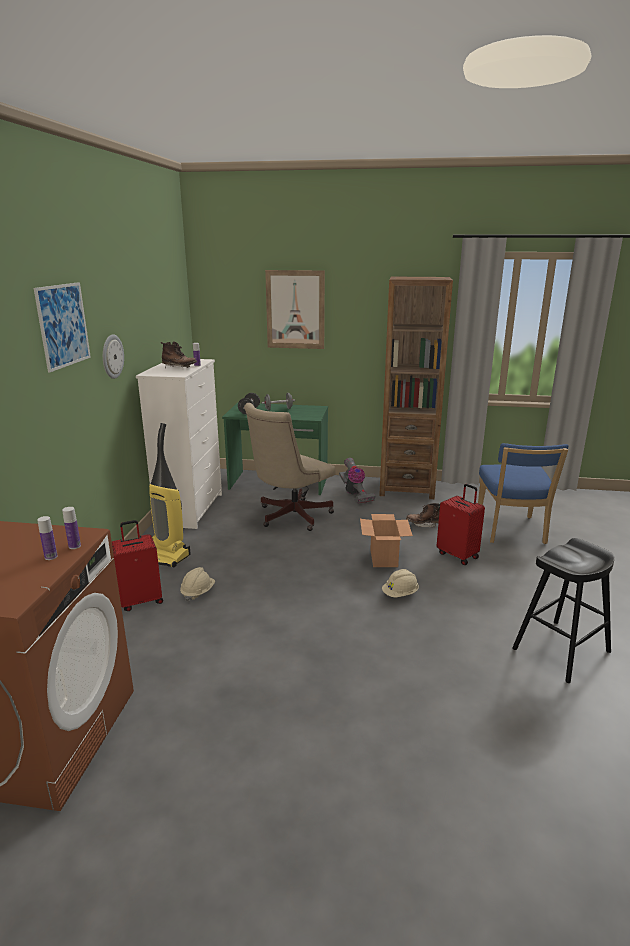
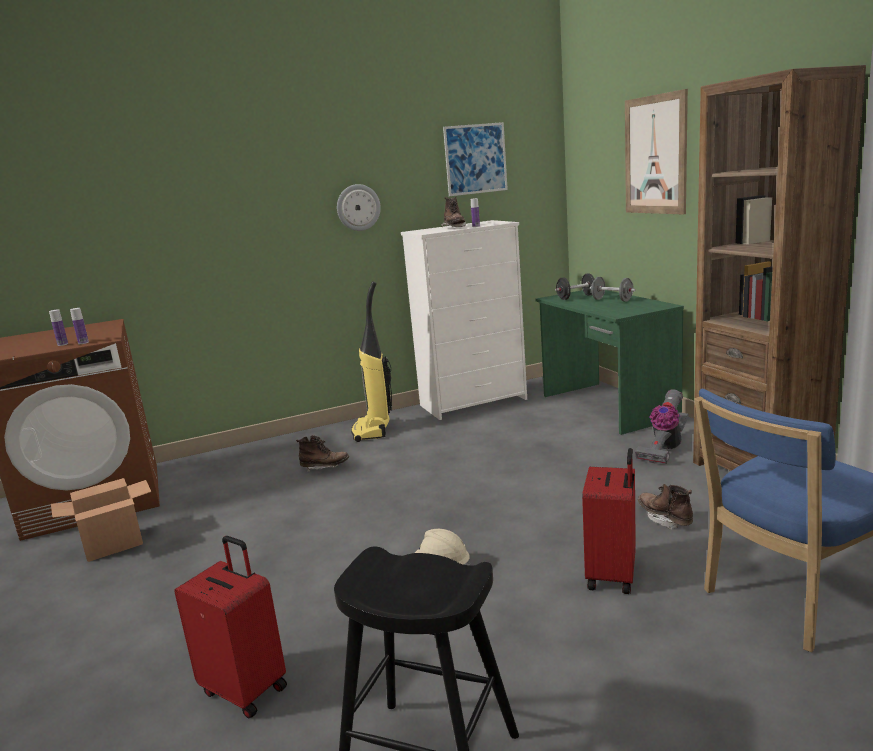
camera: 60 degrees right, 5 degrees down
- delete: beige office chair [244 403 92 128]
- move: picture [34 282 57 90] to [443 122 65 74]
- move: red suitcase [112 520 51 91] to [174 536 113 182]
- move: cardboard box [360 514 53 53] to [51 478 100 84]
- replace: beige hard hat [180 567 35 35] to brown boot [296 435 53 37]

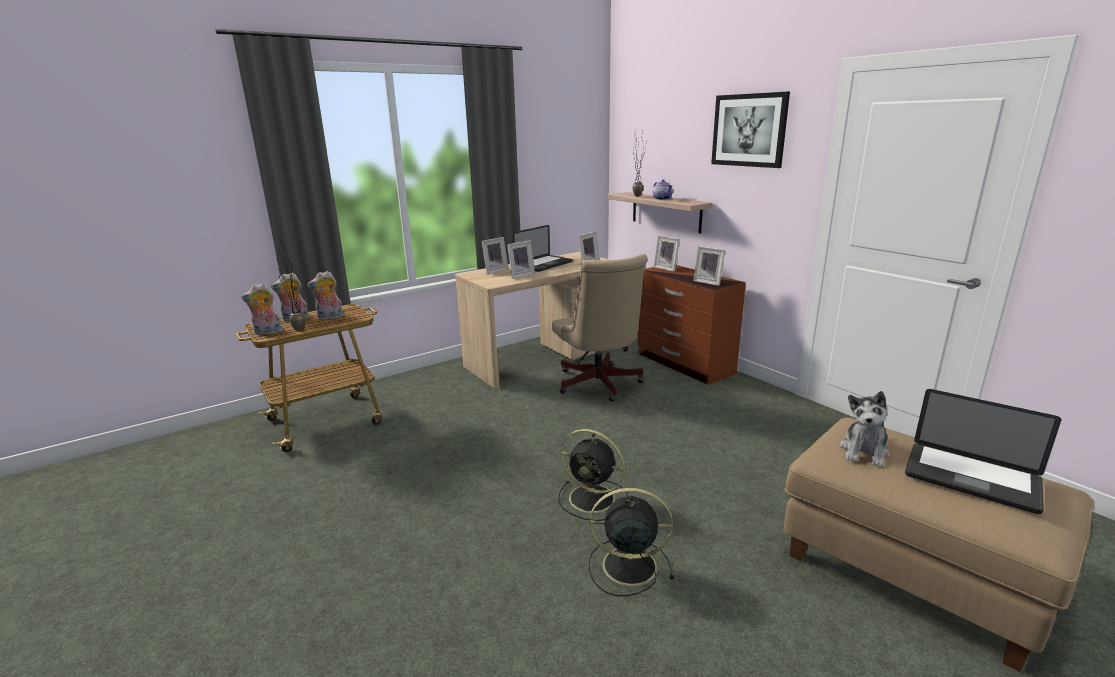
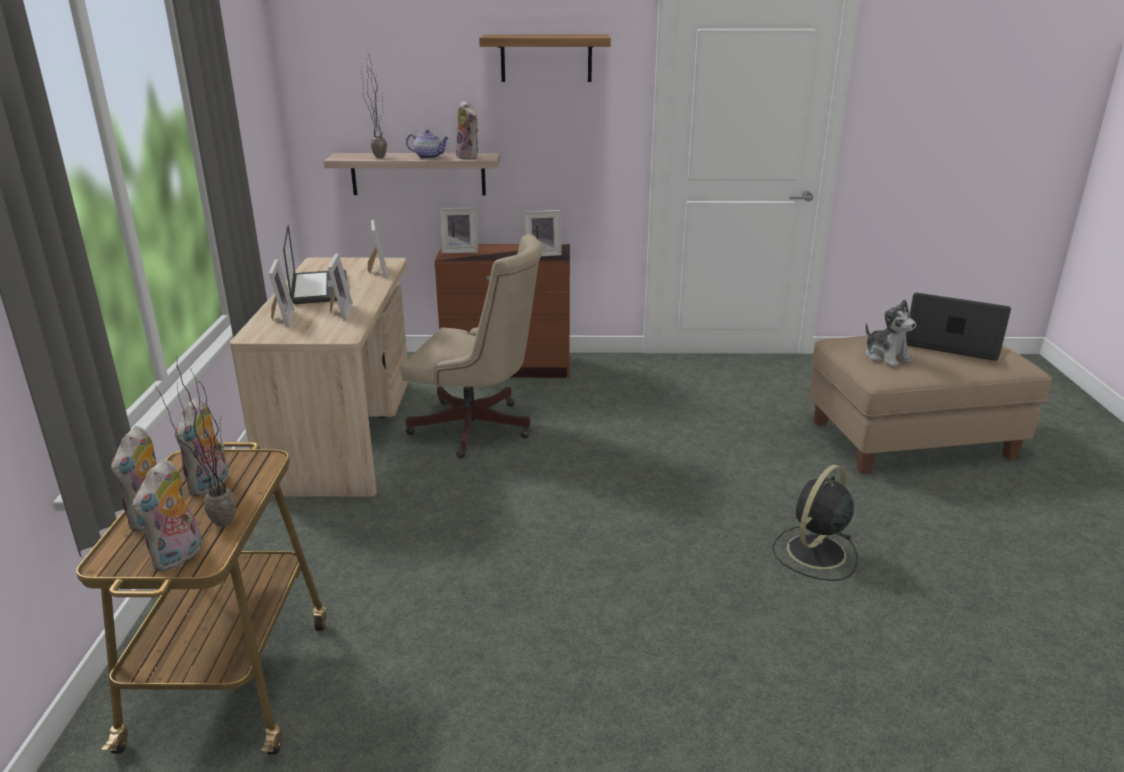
camera: 55 degrees left, 5 degrees up
- delete: black fan [558 429 70 92]
- insert: plush toy [455 100 24 60]
- replace: picture [711 92 79 76] to shelf [479 35 132 47]
- rotate: laptop [905 389 156 125] = [906 293 105 68] 135 degrees counterclockwise

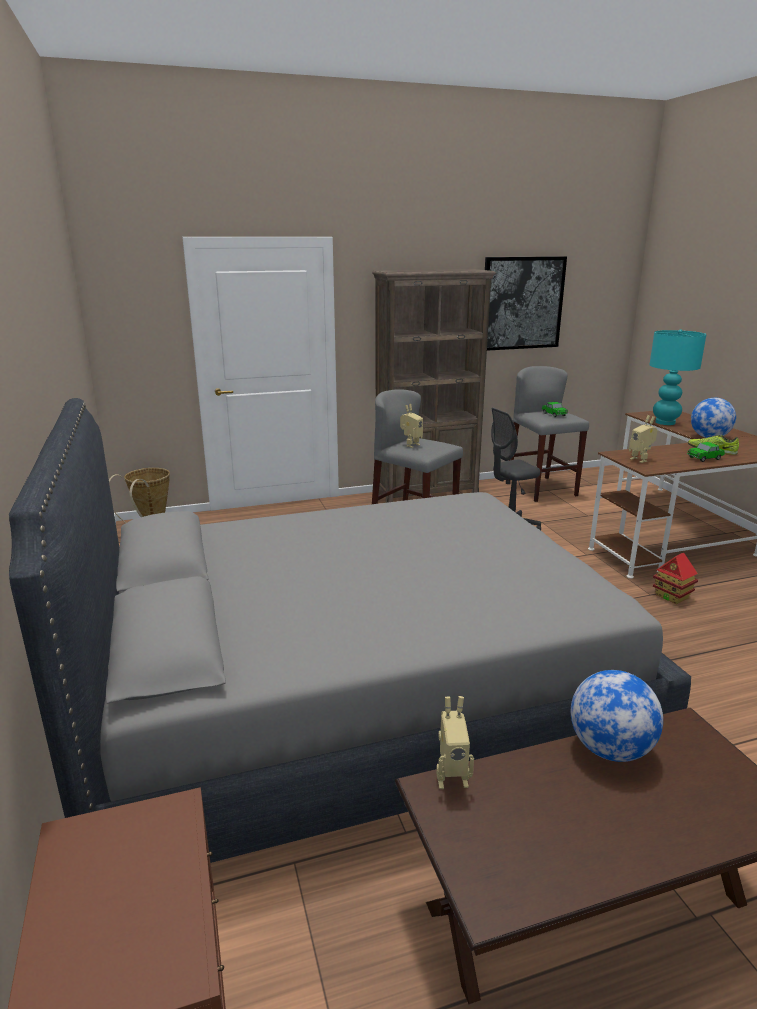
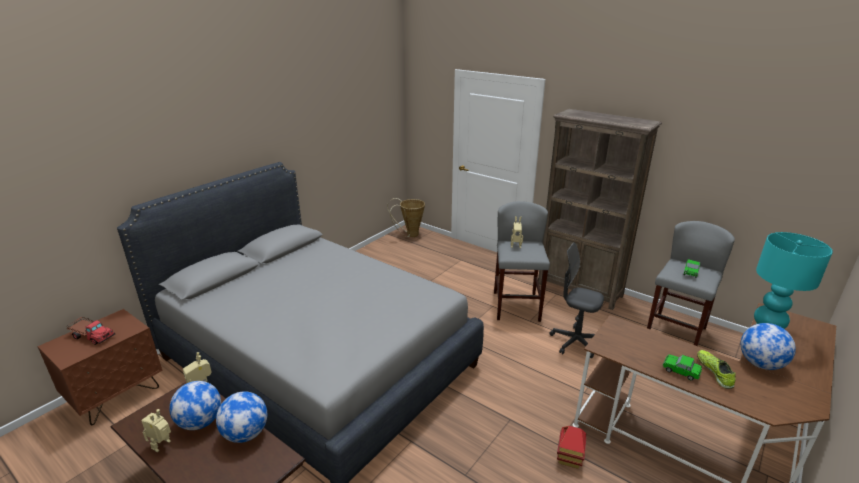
camera: 55 degrees right, 5 degrees up
- delete: picture [485 256 82 95]
- insert: toy truck [67 317 48 28]
- insert: globe [169 381 52 49]
- move: toy robot [629 415 28 48] to [142 409 29 43]

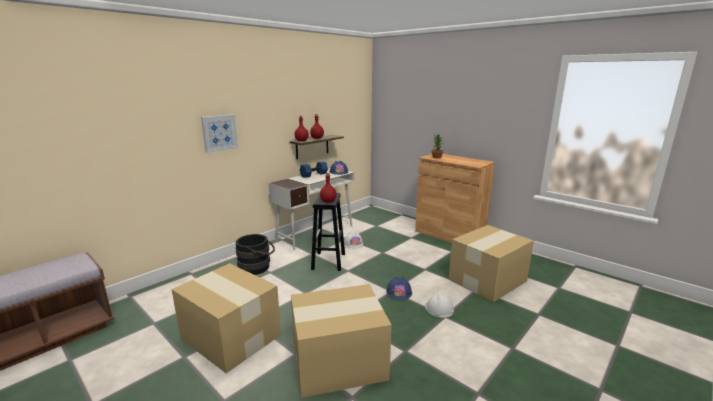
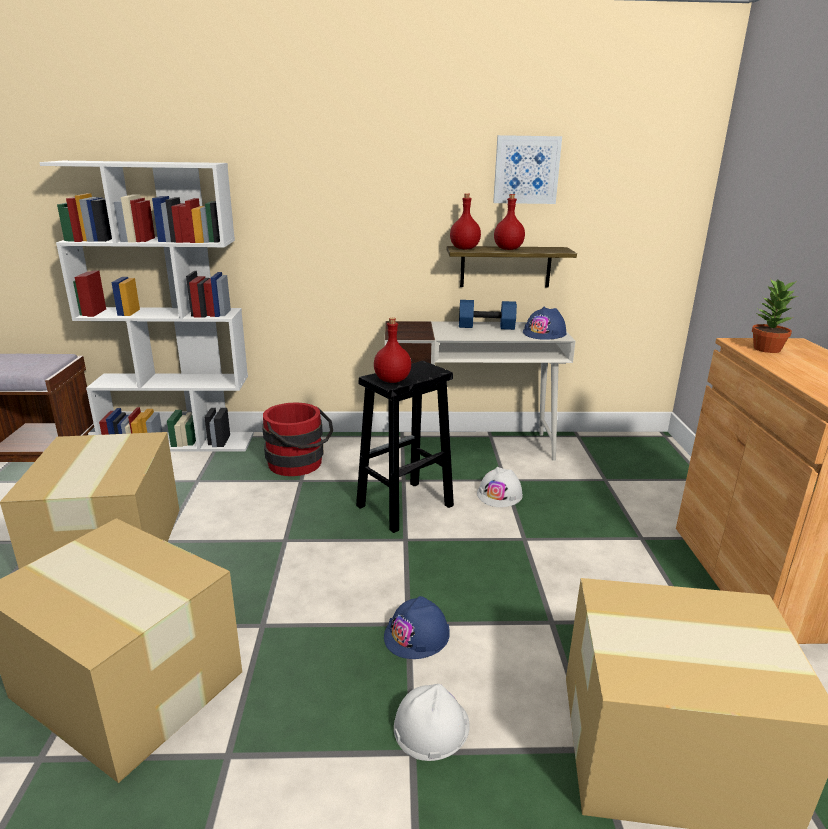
camera: 45 degrees right, 5 degrees up
- insert: white bookcase [39 161 215 291]
- move: picture [201 114 37 39] to [493 135 69 69]
- recolor: black bucket [235 234 40 41] to red bucket [262 402 71 74]

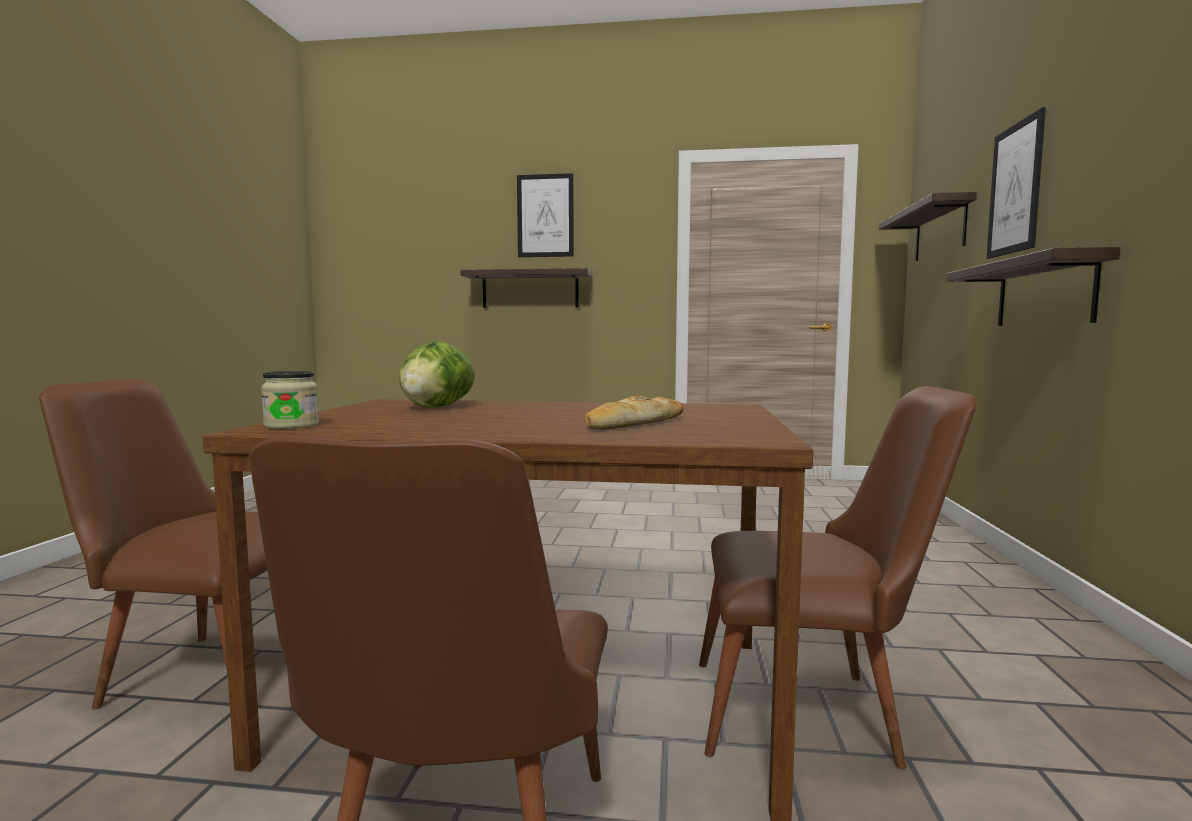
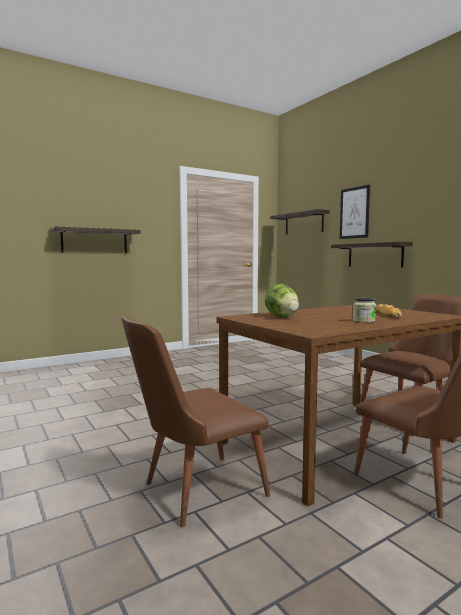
camera: 40 degrees left, 0 degrees up
- delete: picture [517 173 57 84]
- move: jar [261 371 58 58] to [353 297 23 26]

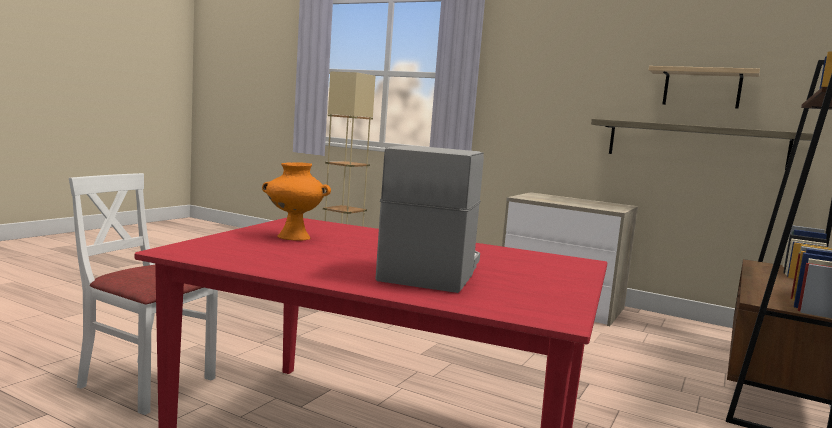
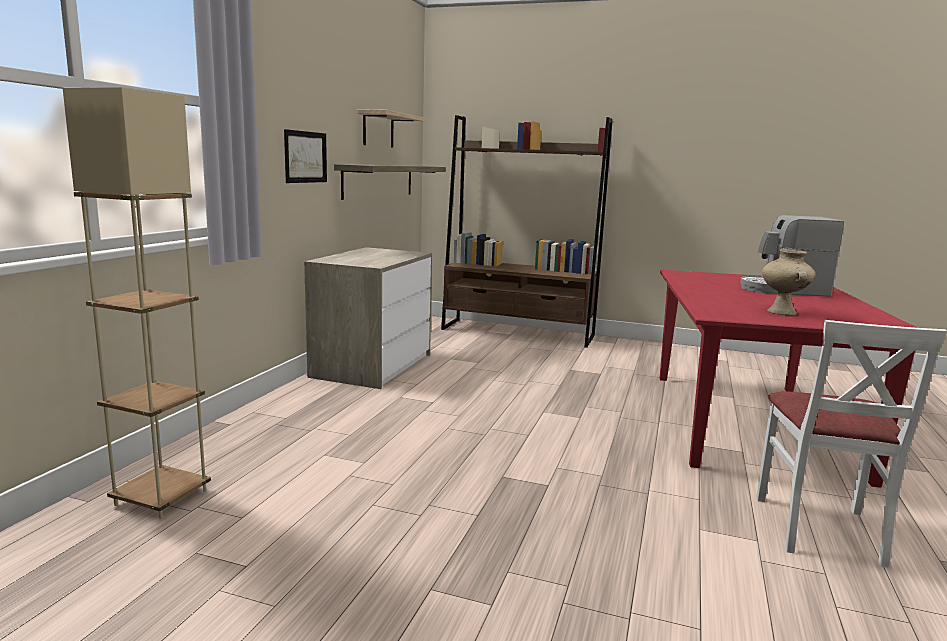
camera: 100 degrees left, 5 degrees up
- insert: picture [284 129 43 54]
- recolor: orange vase [262 163 69 77] to beige vase [762 249 53 66]

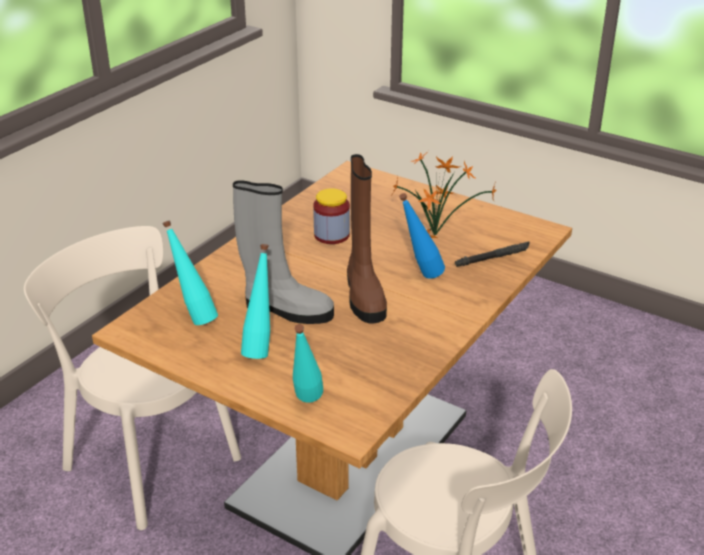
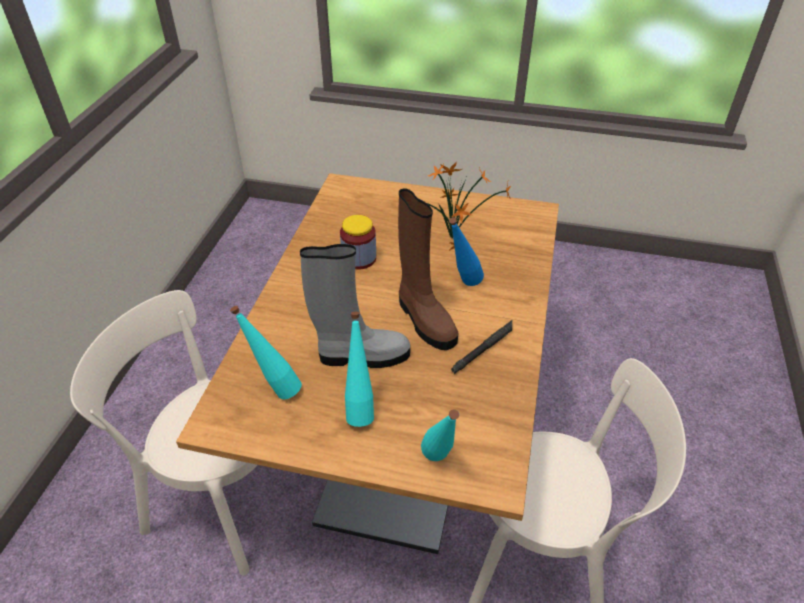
camera: 20 degrees left, 10 degrees up
- move: black flashlight [455 241 75 26] to [451 320 62 54]

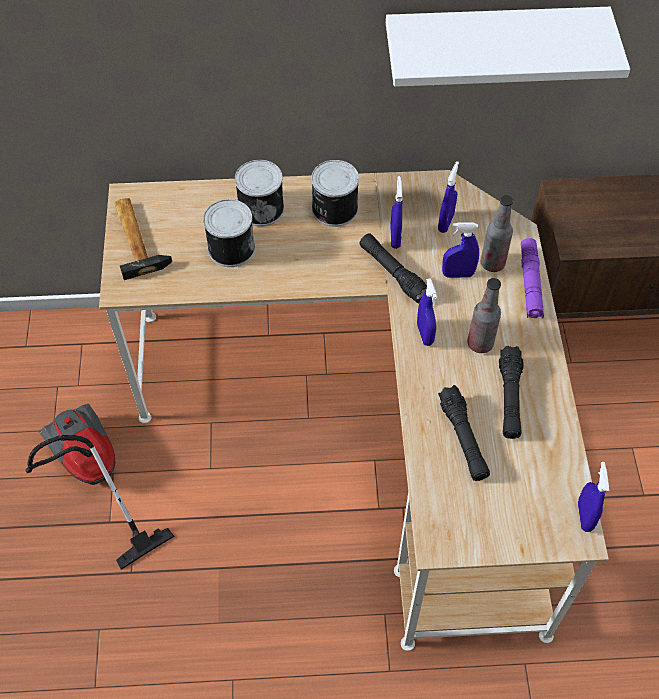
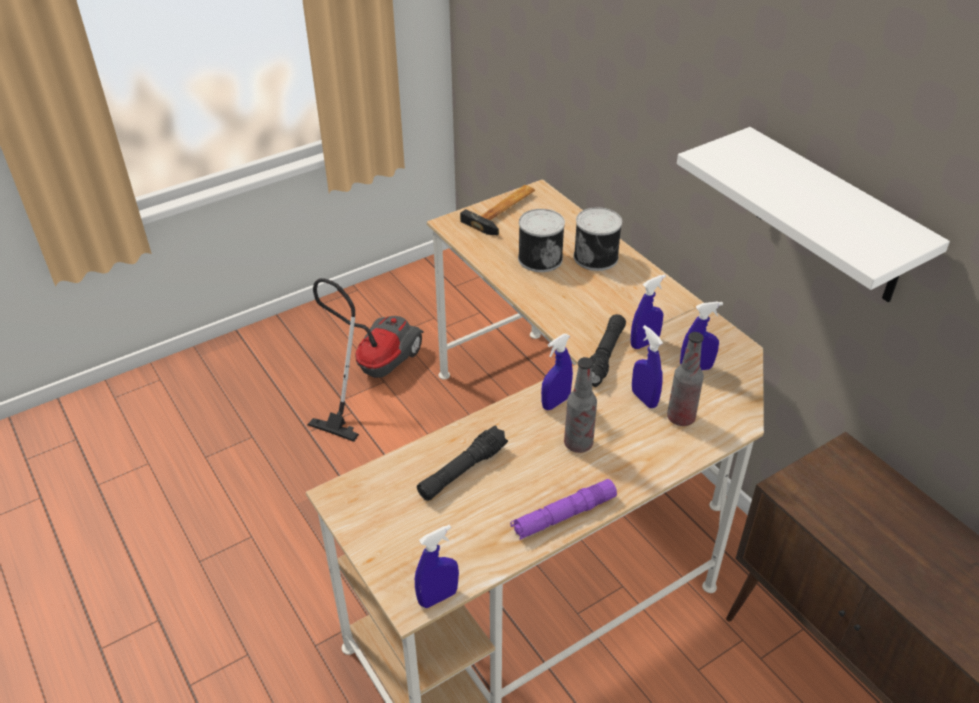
camera: 60 degrees right, 15 degrees down
- delete: can [311 160 48 67]
- delete: black flashlight [499 345 24 94]
- move: purple flashlight [521 238 23 81] to [510 479 107 61]

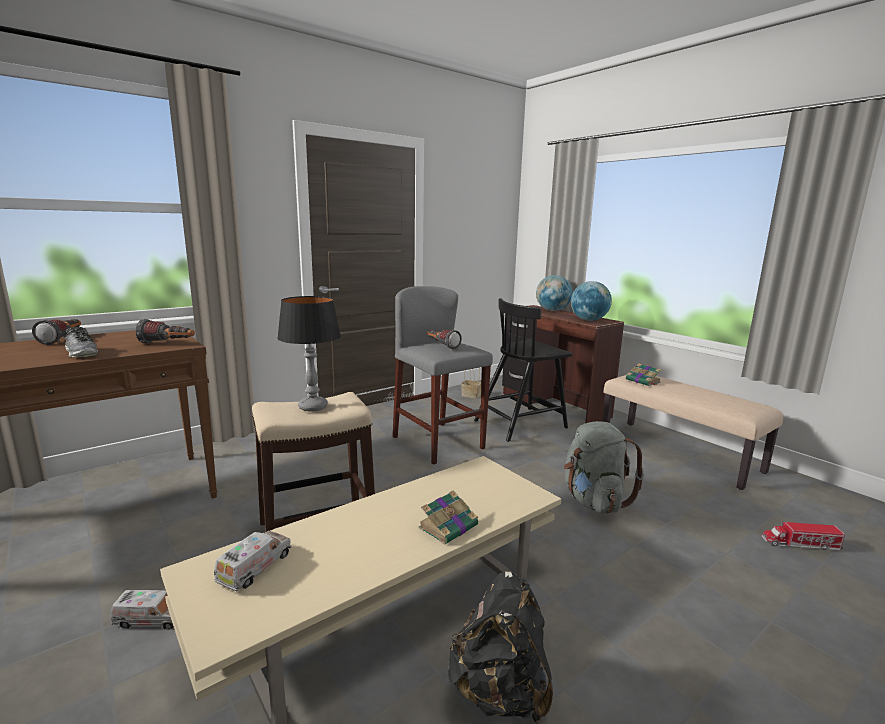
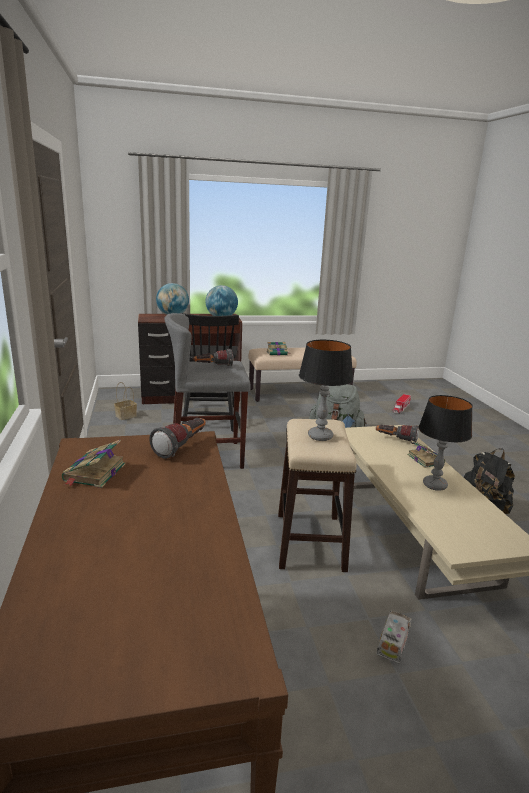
camera: 65 degrees left, 5 degrees up
- delete: shoe [63 327 35 30]
- delete: toy truck [214 531 77 60]
- insert: book [62 440 64 48]
- insert: table lamp [419 395 54 96]
- move: flashlight [32 319 49 26] to [376 425 43 19]

